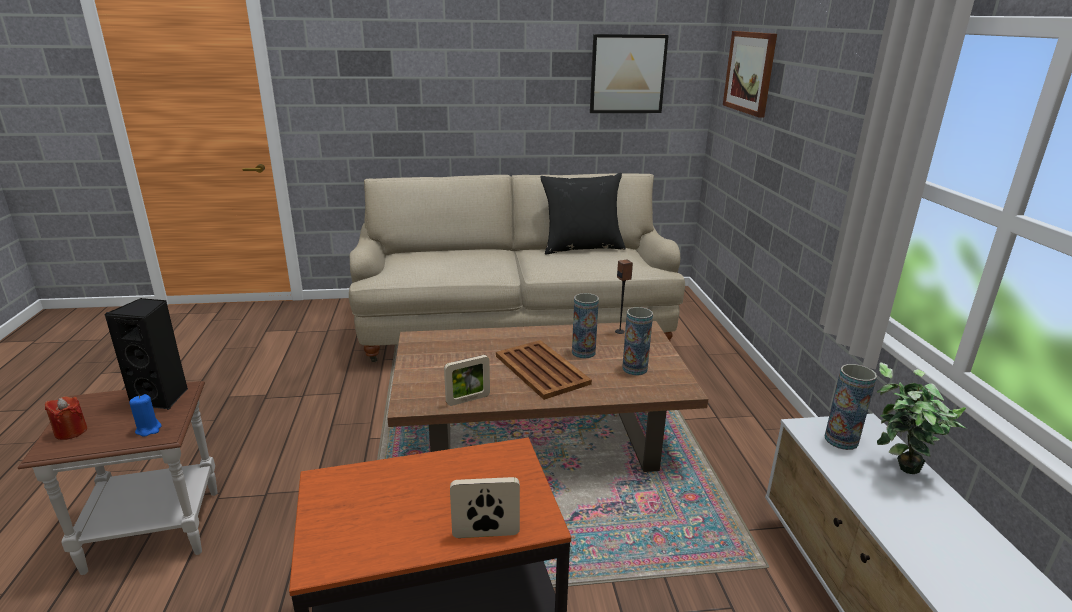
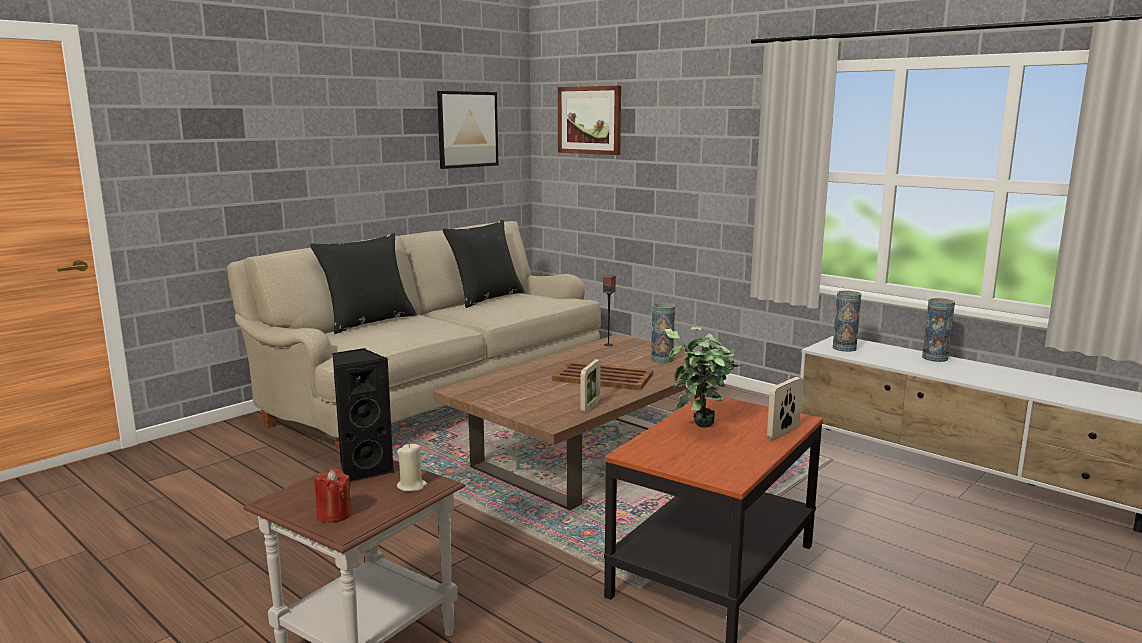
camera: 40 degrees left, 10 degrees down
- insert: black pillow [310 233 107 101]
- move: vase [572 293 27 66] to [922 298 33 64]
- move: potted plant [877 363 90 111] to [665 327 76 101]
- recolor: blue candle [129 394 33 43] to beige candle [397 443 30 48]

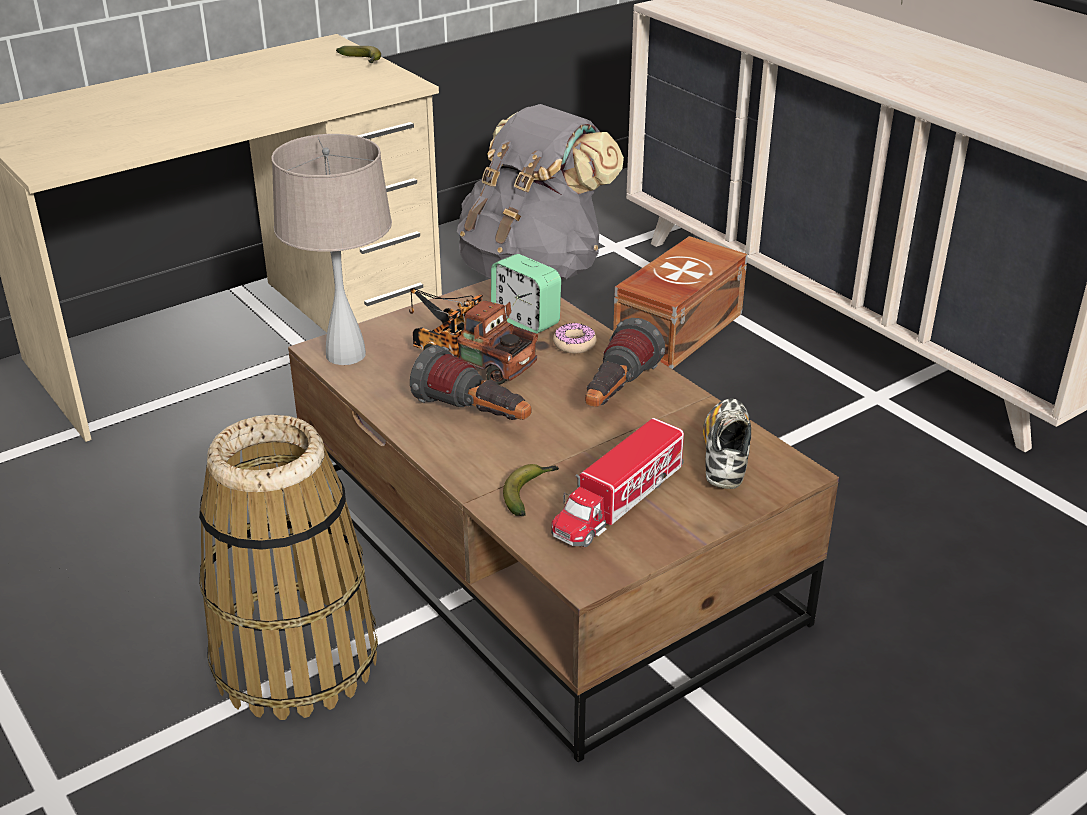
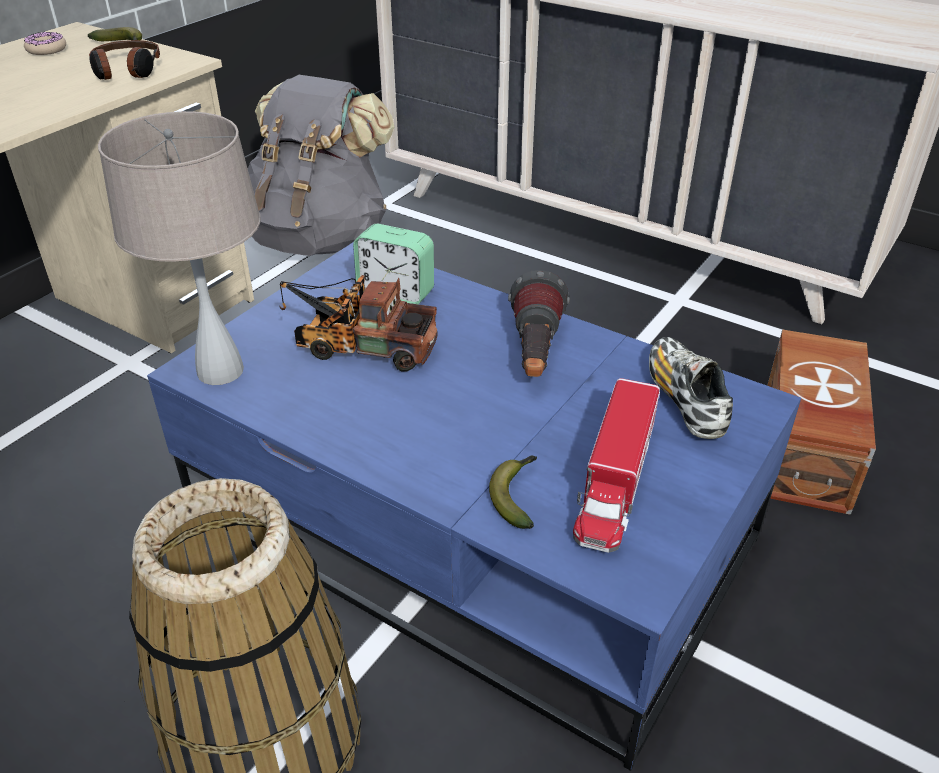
camera: 20 degrees left, 5 degrees up
- delete: flashlight [410 345 122 75]
- insert: headphones [89 40 71 40]
- move: donut [553 323 44 30] to [24 32 42 23]
- move: brown storage box [613 236 135 133] to [767 329 109 186]
- recolor: brown coffee table [288 279 551 483] to blue coffee table [147 242 654 529]

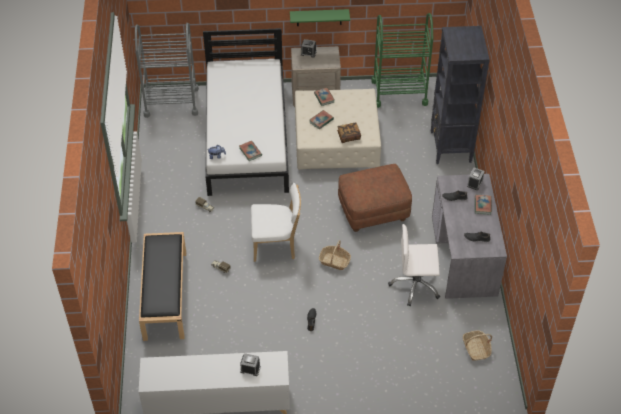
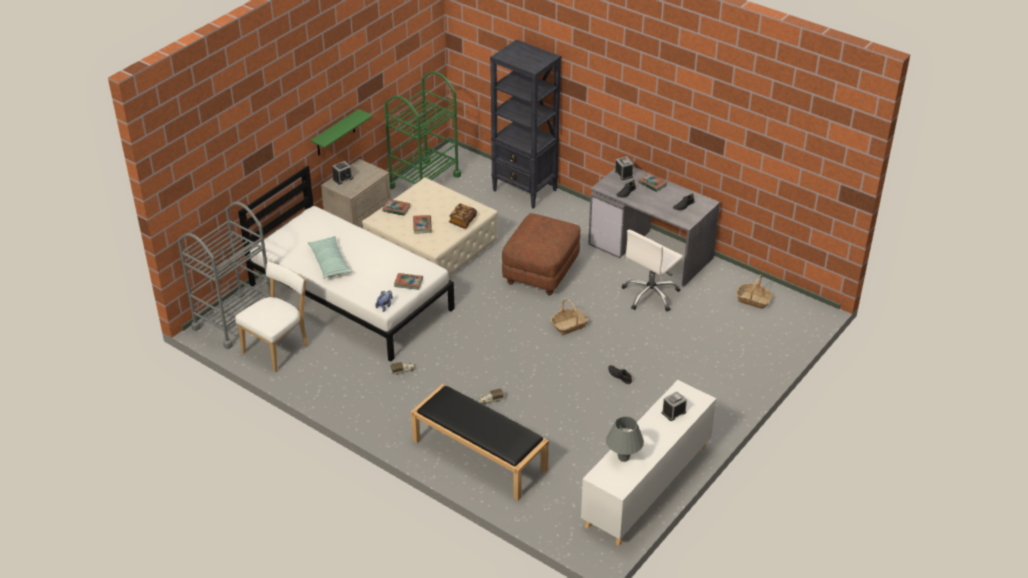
camera: 50 degrees left, 10 degrees down
- insert: pillow [308 236 44 43]
- insert: grey table lamp [606 416 38 46]
- move: white chair [251 183 50 79] to [235 262 73 110]

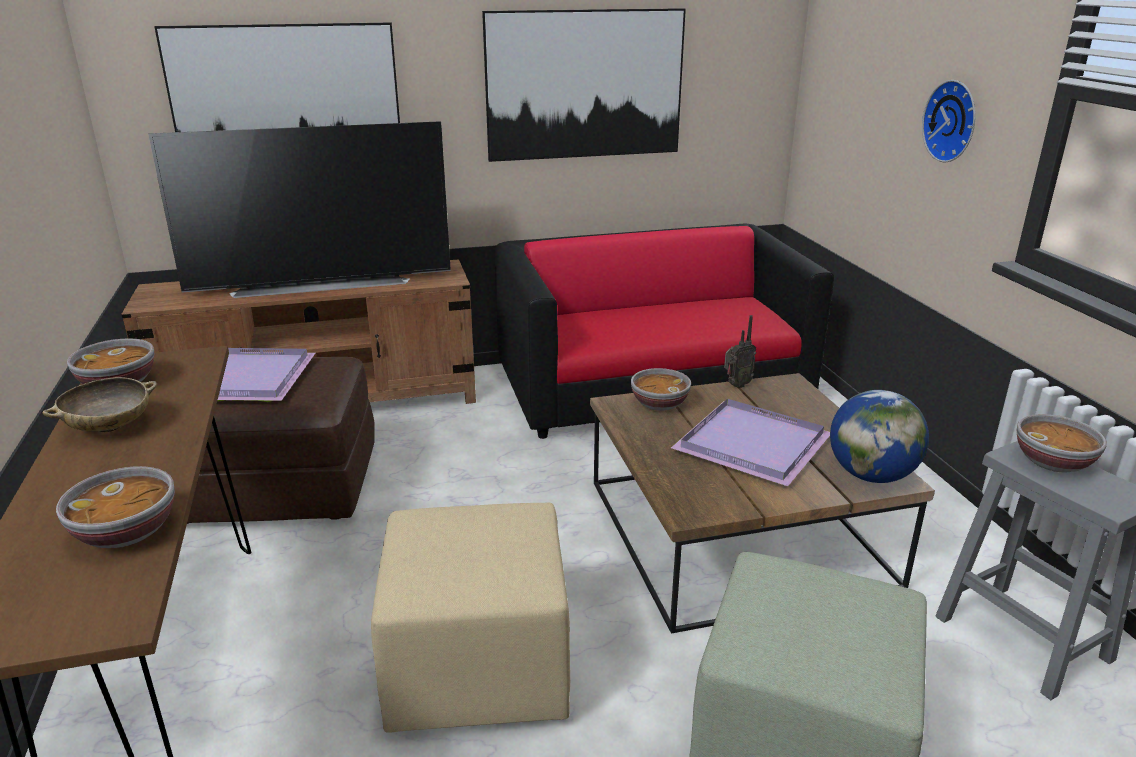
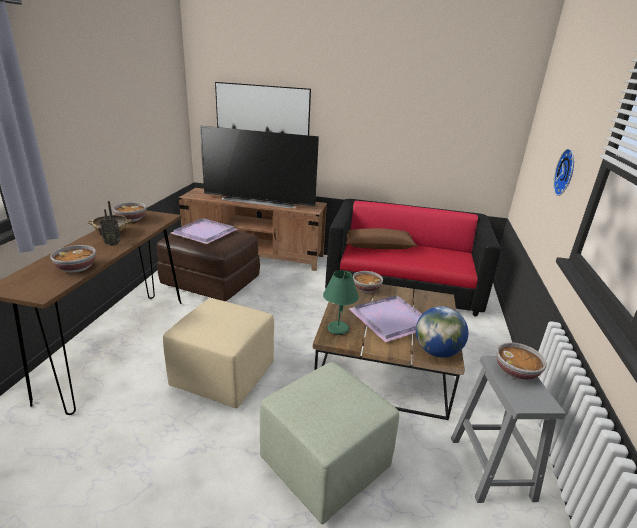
camera: 25 degrees right, 0 degrees up
- delete: picture [482 8 204 154]
- insert: green table lamp [323 270 36 65]
- insert: brown pillow [346 228 71 21]
- move: radio [724 315 32 73] to [98 201 23 45]

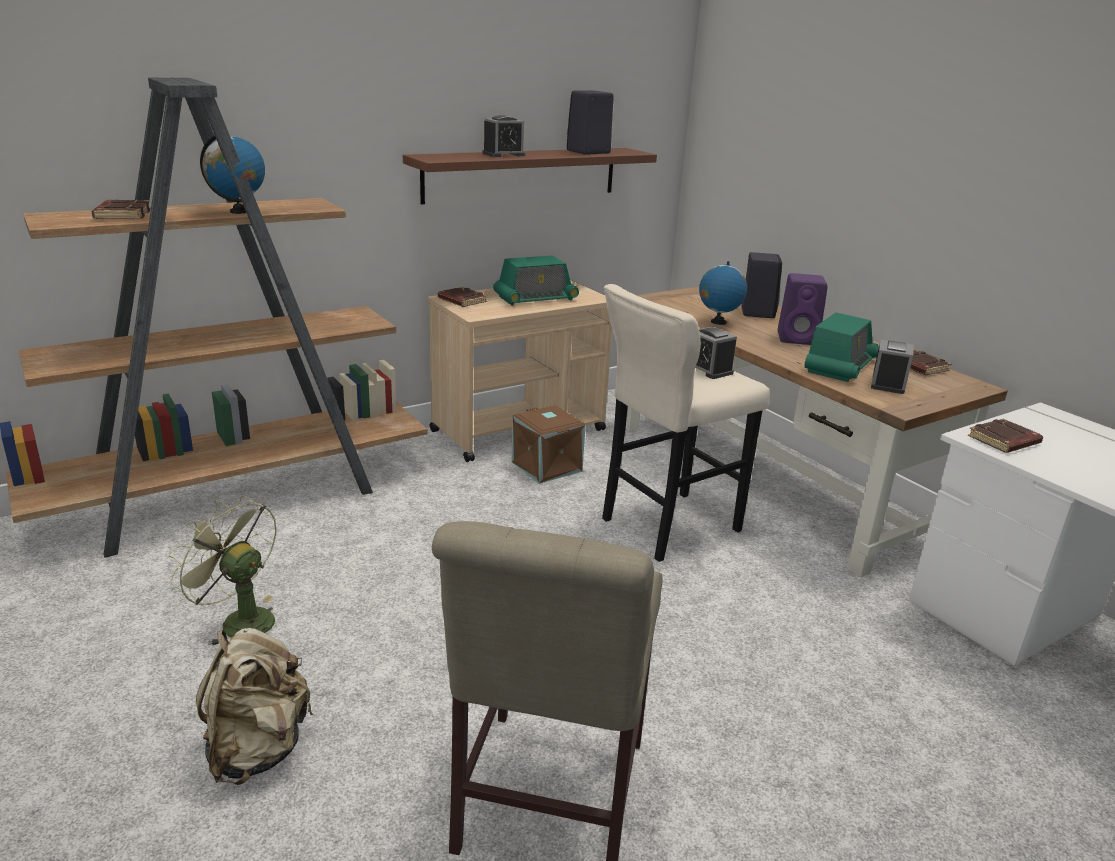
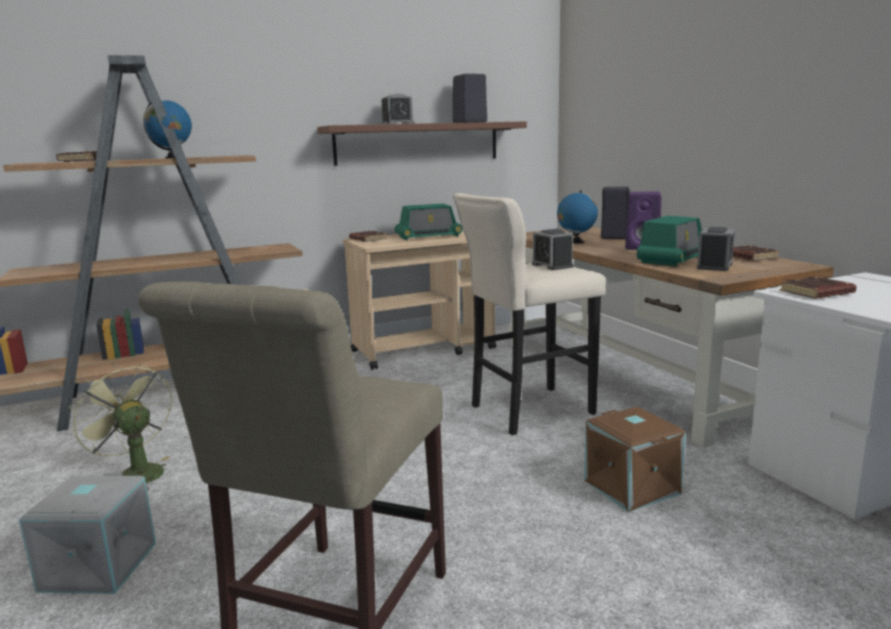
camera: 10 degrees right, 10 degrees down
- move: brown storage box [511 405 75 79] to [584 407 102 105]
- replace: beige backpack [196 628 118 157] to grey storage box [19 473 137 121]

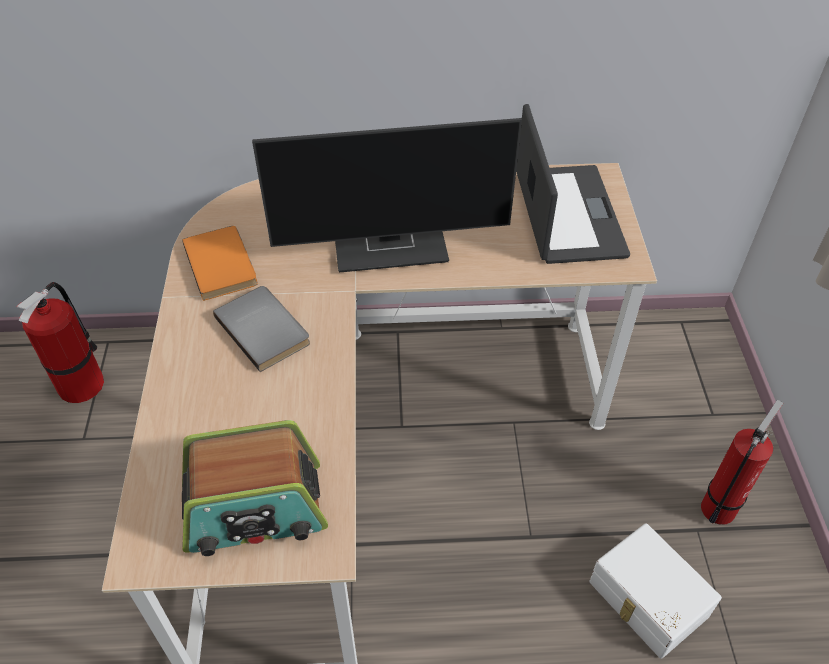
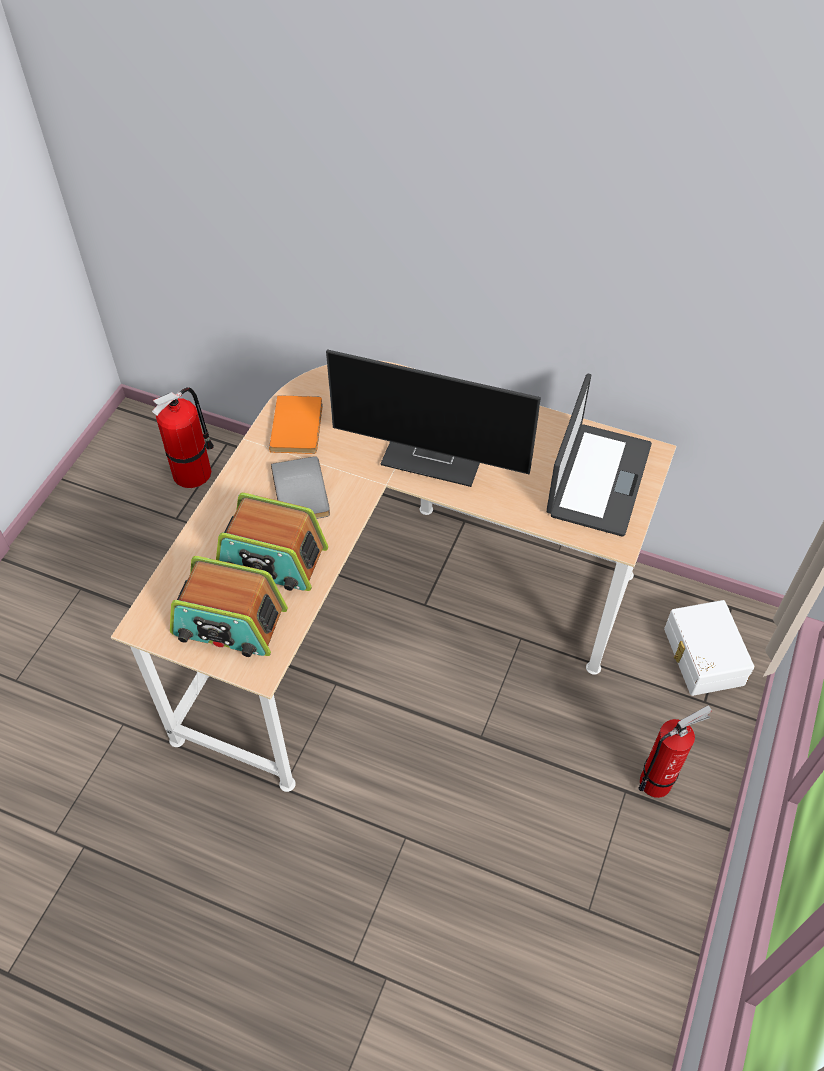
camera: 25 degrees right, 5 degrees up
- insert: radio [216 493 112 98]
- move: white storage box [589 523 133 136] to [664 600 90 96]

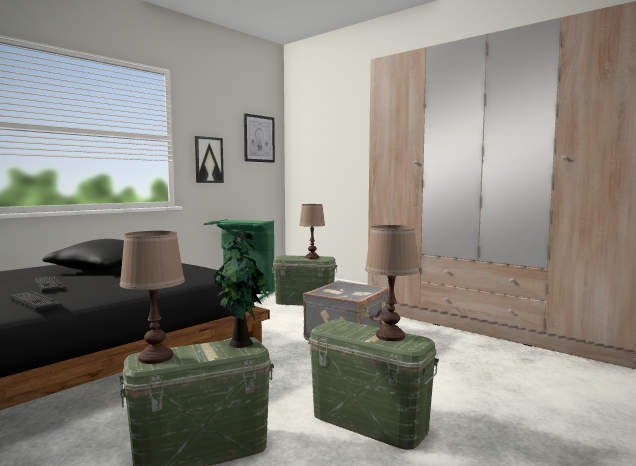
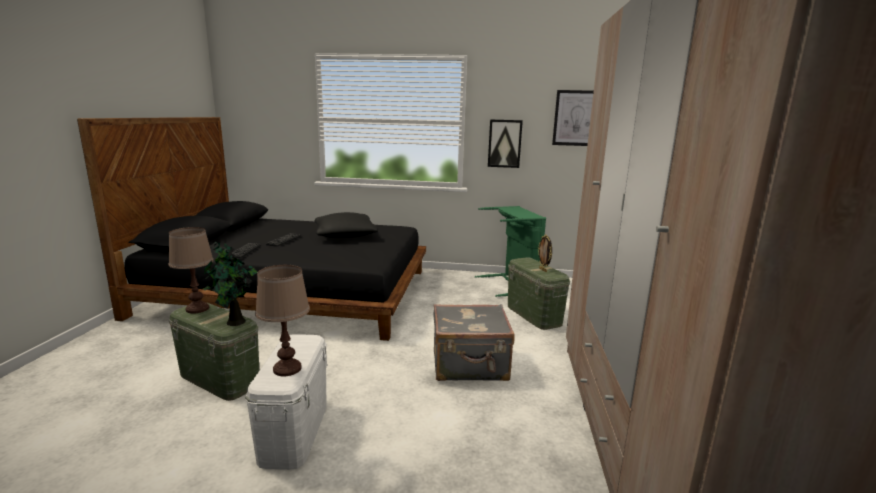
camera: 55 degrees right, 10 degrees up
- replace: brown table lamp [299 204 26 55] to picture frame [538 234 14 38]
- recolor: green storage box [308 320 131 130] to white storage box [245 334 82 136]

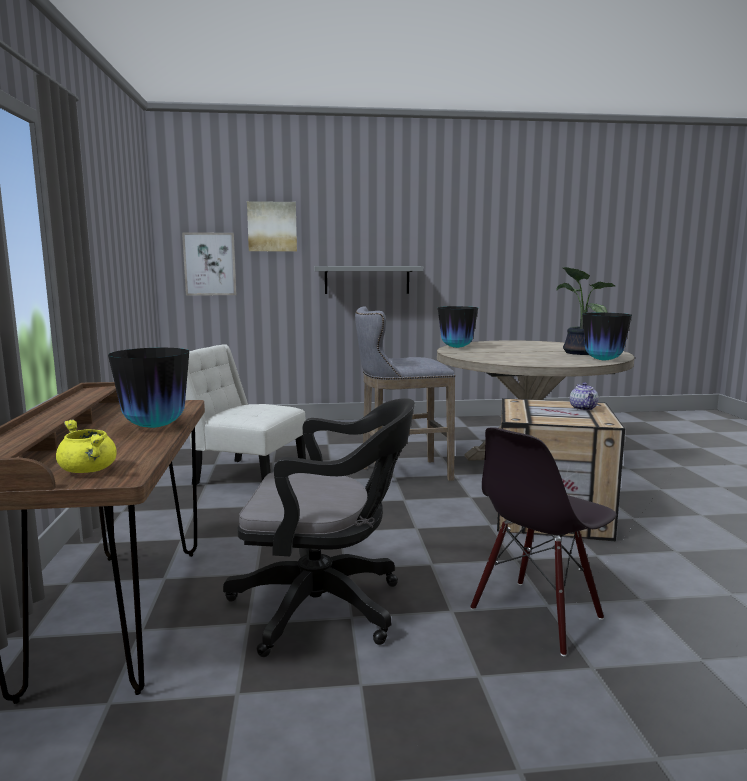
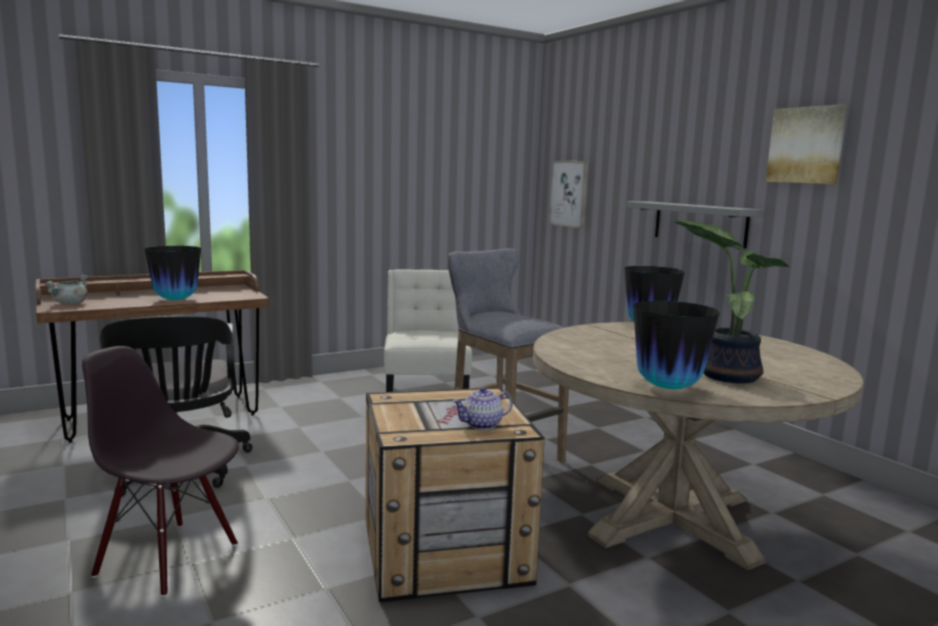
camera: 65 degrees right, 0 degrees up
- move: picture [247 201 50 50] to [766 104 81 80]
- recolor: yellow cooking pot [56 419 61 54] to grey cooking pot [45 275 43 30]

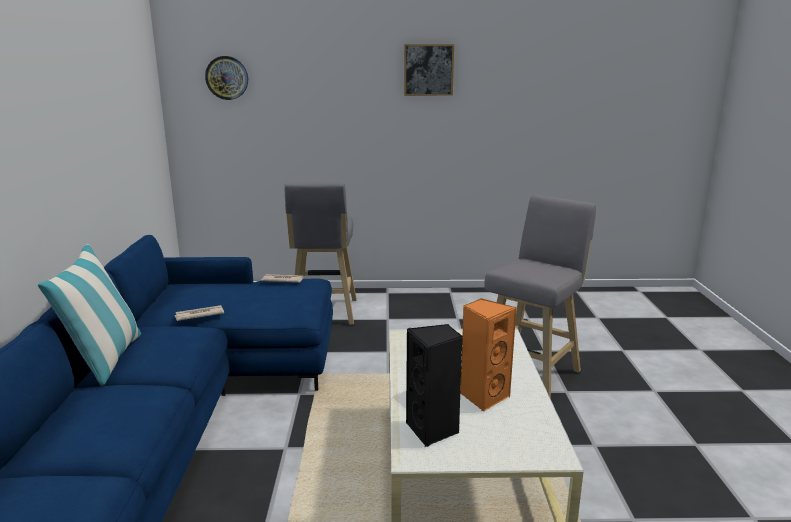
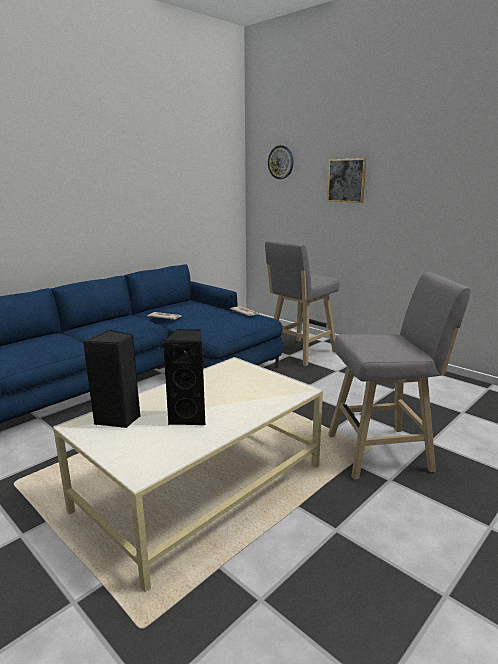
camera: 45 degrees right, 0 degrees up
- delete: pillow [38 244 103 142]
- move: picture [404 44 50 52] to [327 158 39 45]
- recolor: orange speaker [460 298 56 113] to black speaker [163 329 43 96]

